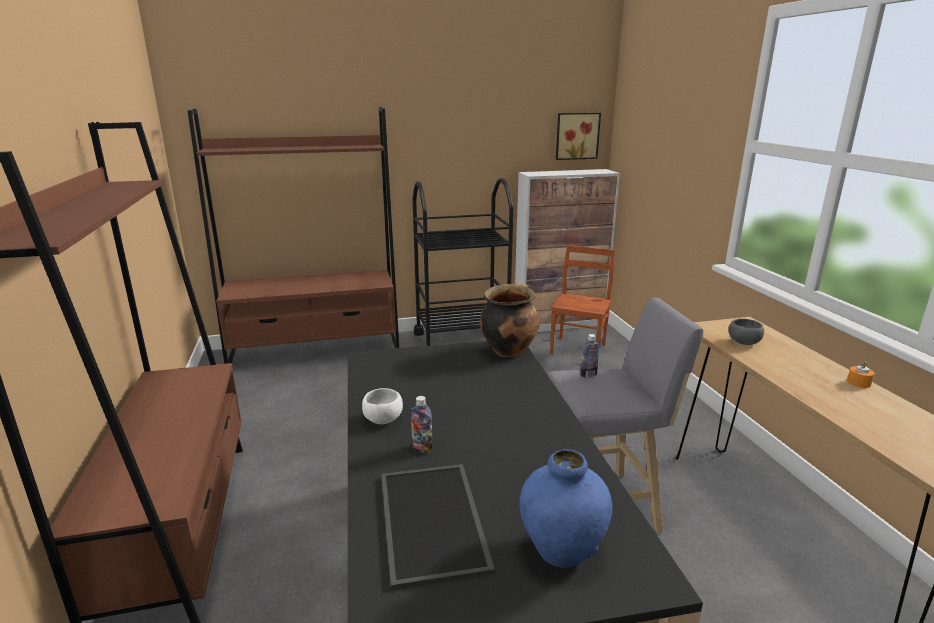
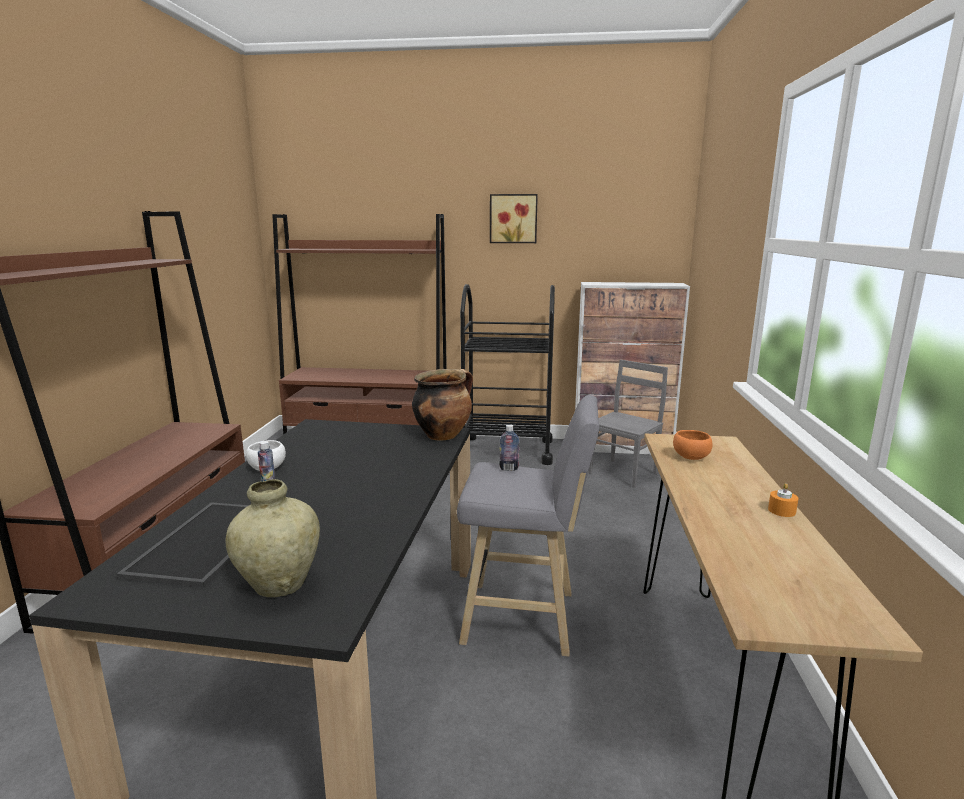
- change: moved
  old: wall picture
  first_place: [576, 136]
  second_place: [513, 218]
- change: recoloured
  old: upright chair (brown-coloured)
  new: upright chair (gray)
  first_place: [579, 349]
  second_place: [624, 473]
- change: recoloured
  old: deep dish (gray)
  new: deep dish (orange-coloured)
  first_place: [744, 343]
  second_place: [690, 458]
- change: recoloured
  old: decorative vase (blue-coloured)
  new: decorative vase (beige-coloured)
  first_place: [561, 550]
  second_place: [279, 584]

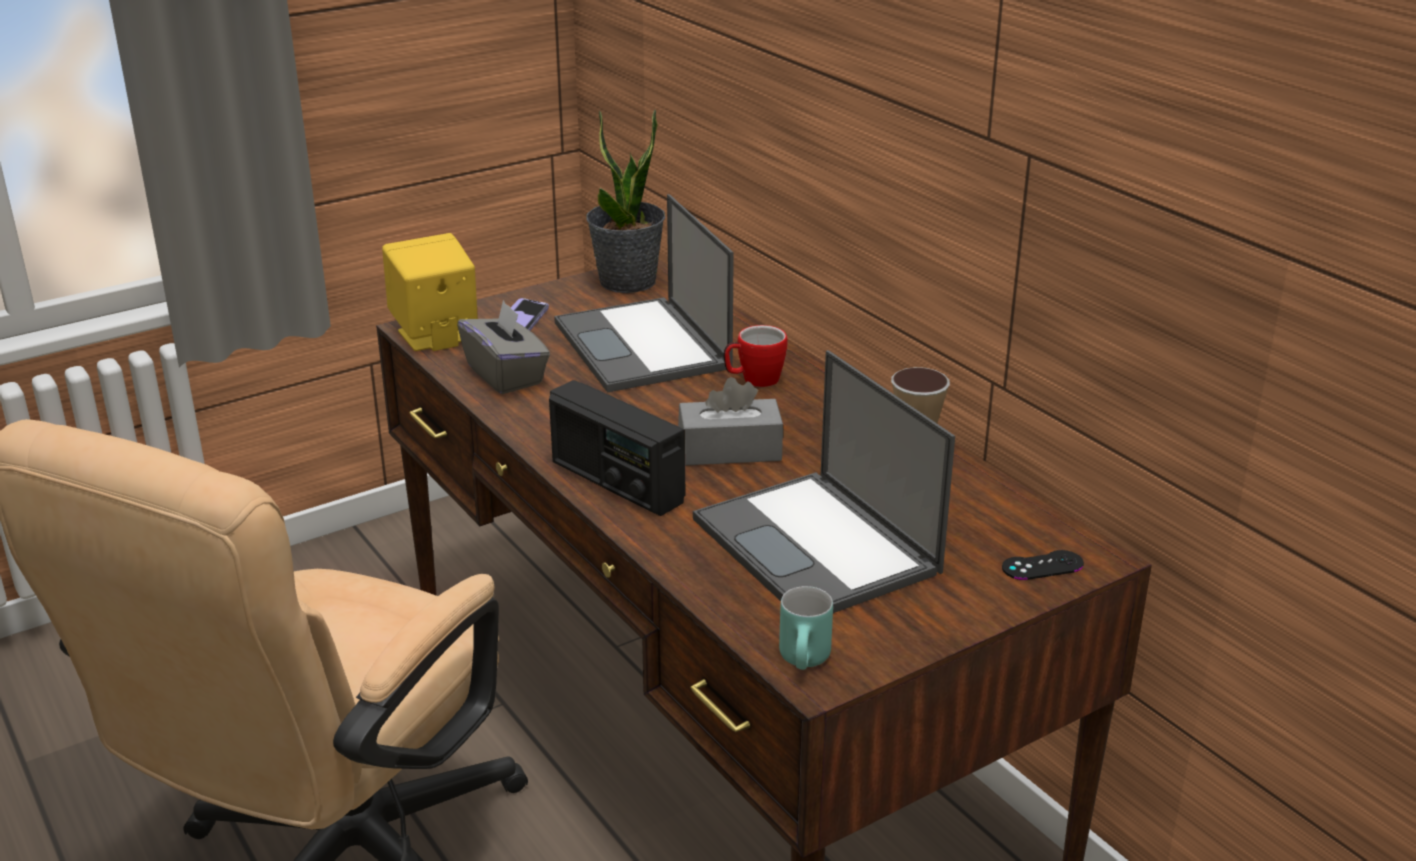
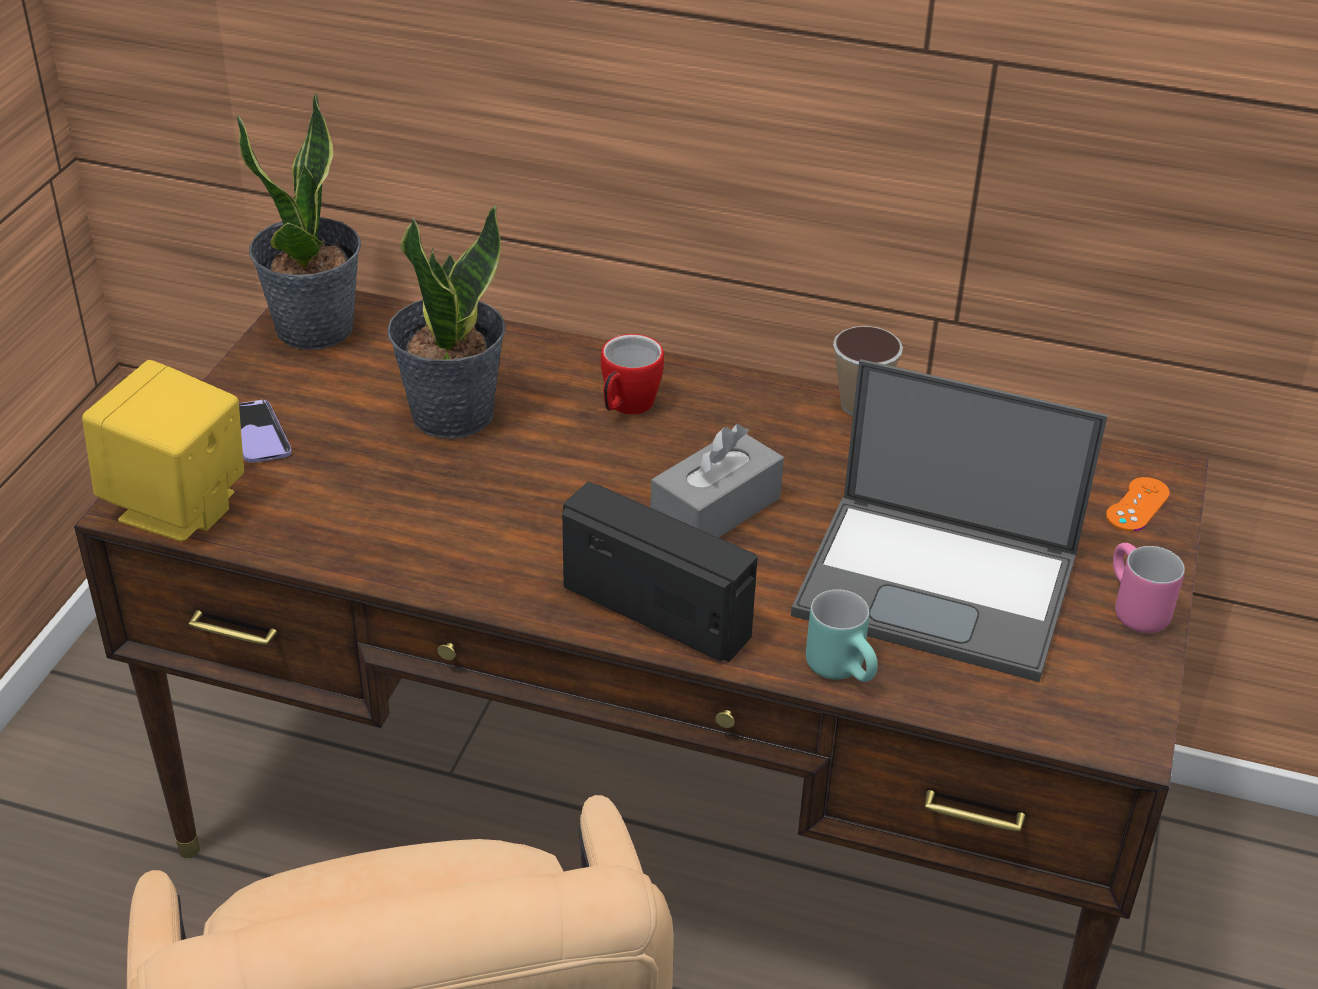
- change: replaced
  old: laptop
  new: plant in a pot
  first_place: [643, 346]
  second_place: [451, 413]
- change: removed
  old: tissue box (gray)
  first_place: [506, 375]
- change: turned
  old: radio set
  first_place: [616, 482]
  second_place: [657, 610]
  degrees: -150
- change: recoloured
  old: gamepad (blackish)
  new: gamepad (orange-coloured)
  first_place: [1042, 566]
  second_place: [1137, 505]
- change: moved
  old: tea mug (turquoise)
  first_place: [807, 662]
  second_place: [845, 670]
- change: added
  new: tea mug (pink-coloured)
  second_place: [1130, 609]

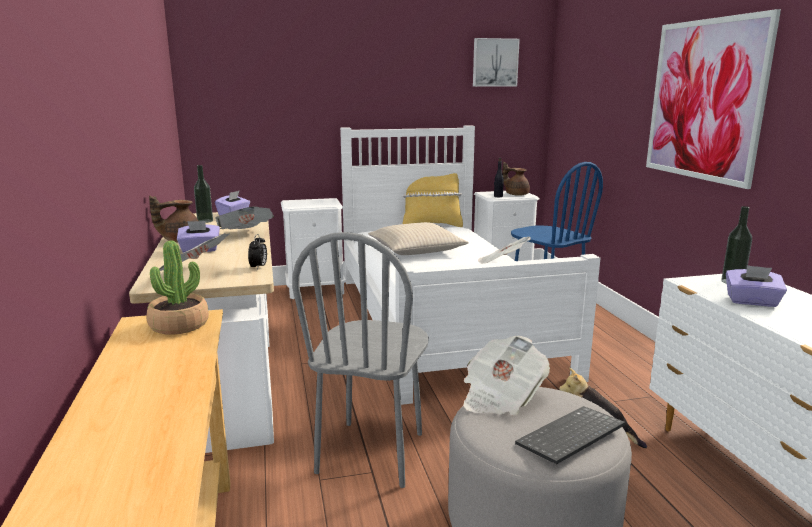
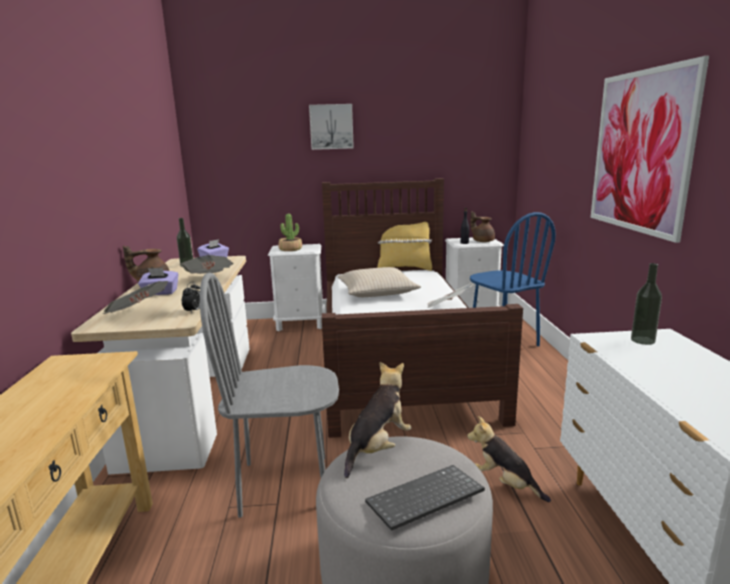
- change: moved
  old: wall picture
  first_place: [494, 62]
  second_place: [331, 127]
- change: recoloured
  old: bedroom bed (white-coloured)
  new: bedroom bed (brown-coloured)
  first_place: [441, 320]
  second_place: [398, 357]
- change: turned
  old: upright chair (gray)
  first_place: [372, 453]
  second_place: [285, 484]
  degrees: 60
- change: moved
  old: plant in a pot
  first_place: [179, 325]
  second_place: [290, 249]
- change: removed
  old: tissue box (purple-coloured)
  first_place: [752, 302]
- change: replaced
  old: printed paper
  new: cuddly toy
  first_place: [500, 397]
  second_place: [378, 448]

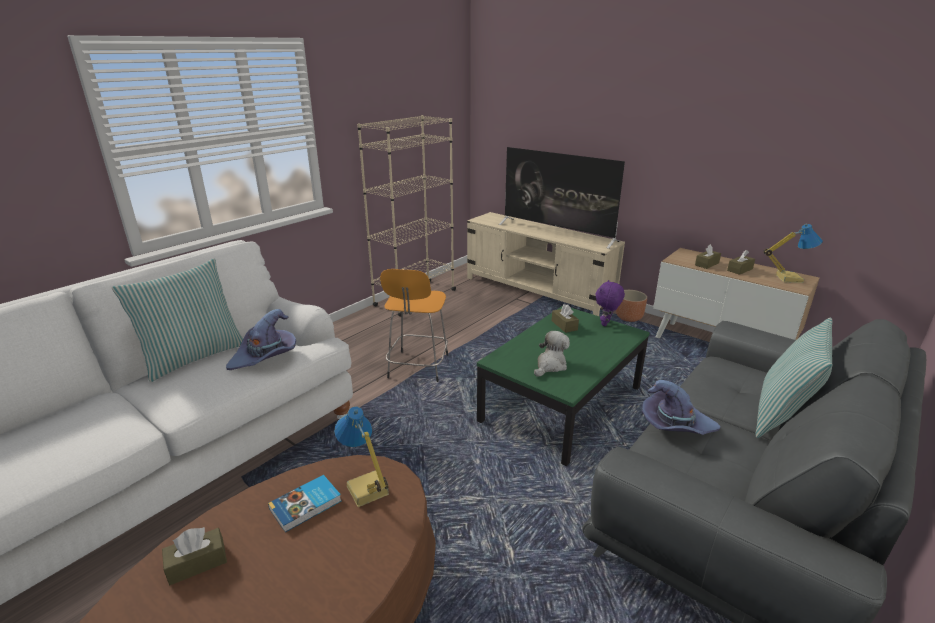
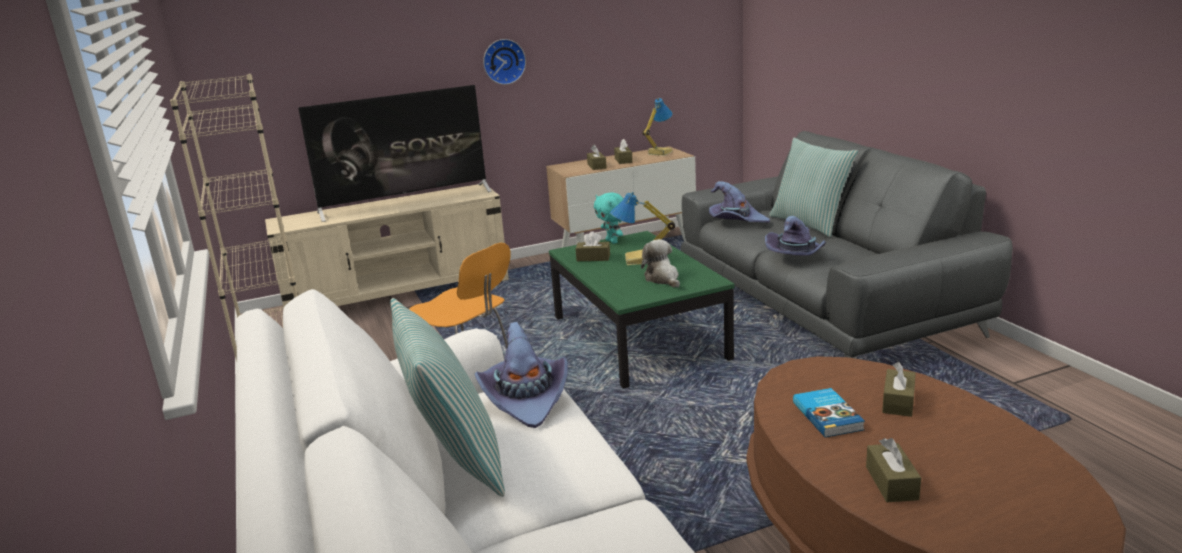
- change: recoloured
  old: cuddly toy (purple-coloured)
  new: cuddly toy (turquoise)
  first_place: [606, 324]
  second_place: [612, 241]
- change: removed
  old: planter (brown-coloured)
  first_place: [629, 318]
- change: moved
  old: table lamp
  first_place: [366, 491]
  second_place: [638, 260]
- change: added
  new: hanging clock
  second_place: [503, 61]
- change: added
  new: clothing hat (purple-coloured)
  second_place: [736, 220]
- change: added
  new: tissue box (brown-coloured)
  second_place: [898, 402]

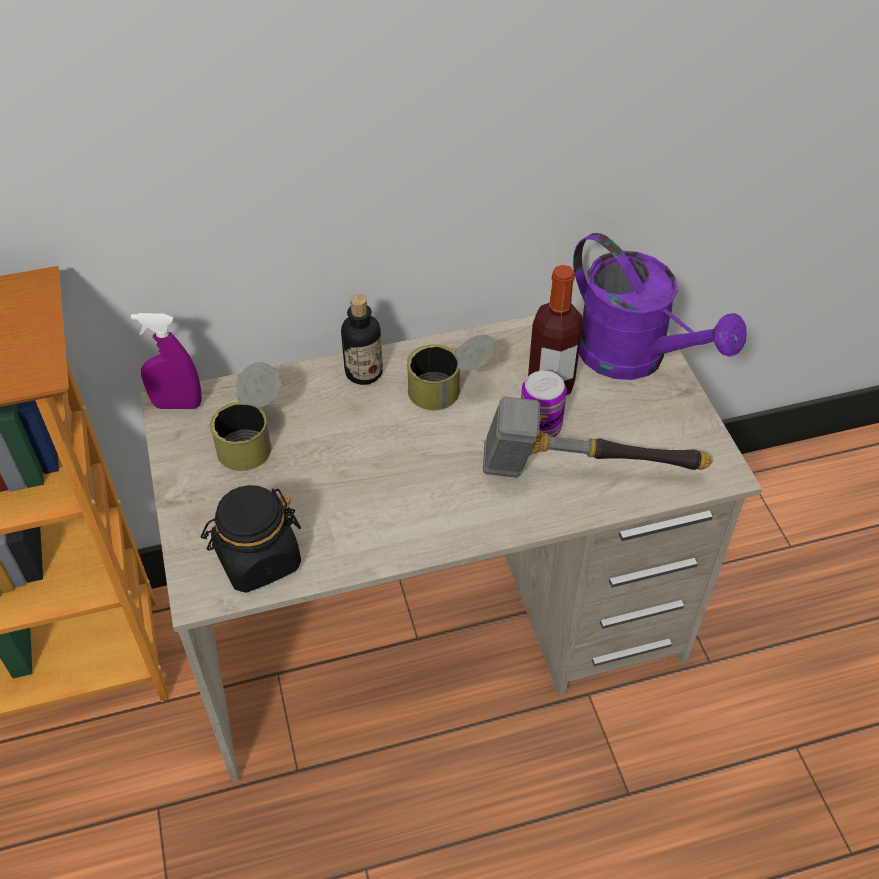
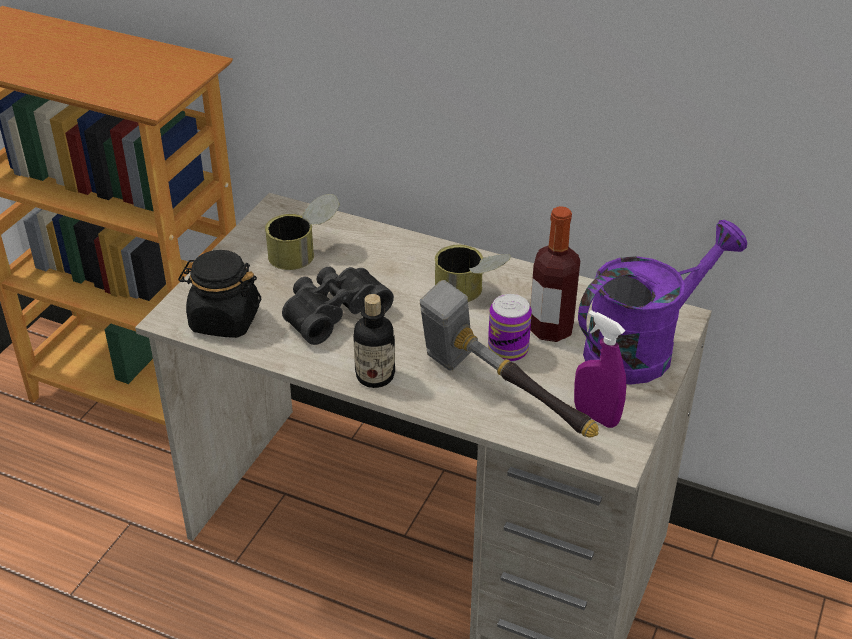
- change: turned
  old: watering can (purple-coloured)
  first_place: [635, 358]
  second_place: [642, 347]
  degrees: -120
- change: moved
  old: beverage bottle
  first_place: [364, 372]
  second_place: [375, 376]
- change: moved
  old: sprayer (purple-coloured)
  first_place: [177, 405]
  second_place: [596, 416]
- change: added
  new: field glasses (blackish)
  second_place: [332, 312]

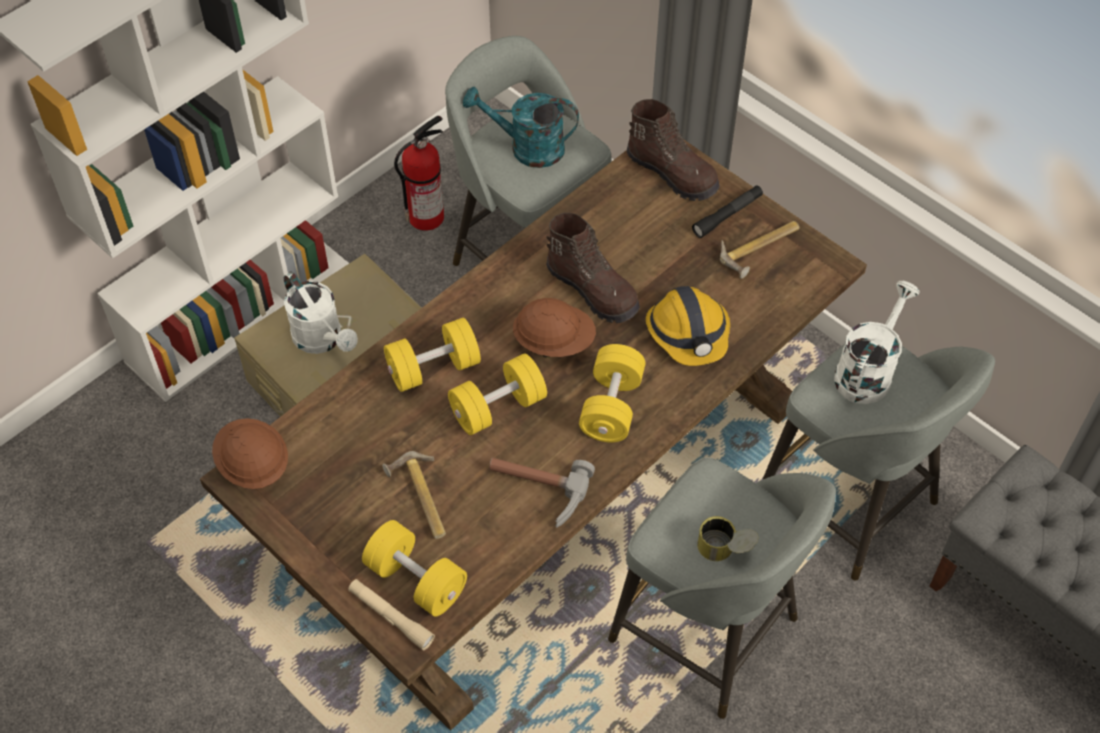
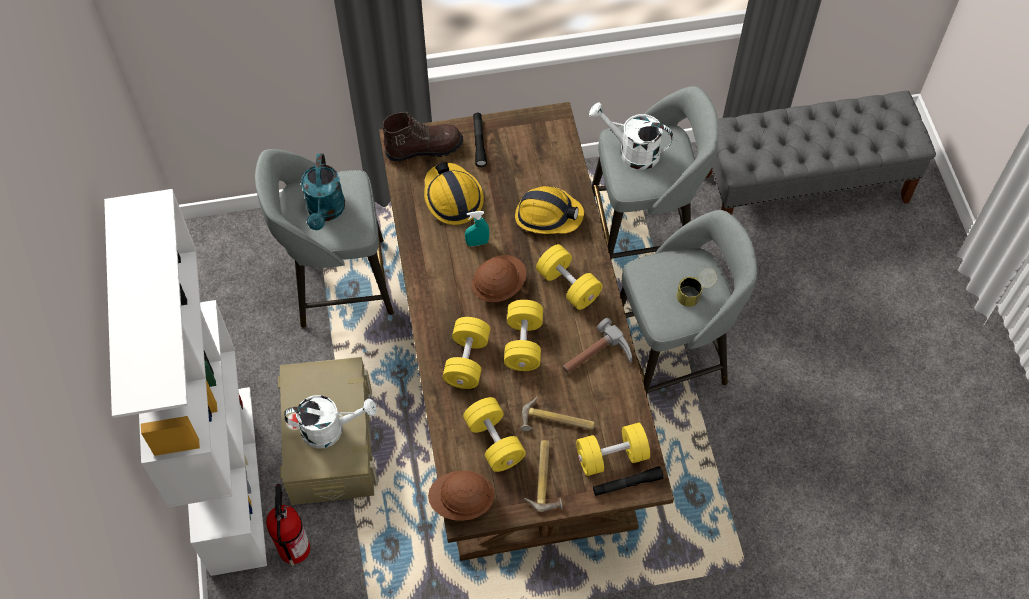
- change: turned
  old: watering can (turquoise)
  first_place: [527, 148]
  second_place: [325, 211]
  degrees: -45
- change: moved
  old: fire-fighting cylinder
  first_place: [427, 216]
  second_place: [294, 547]
- change: replaced
  old: boot (brown-coloured)
  new: sprayer (turquoise)
  first_place: [593, 290]
  second_place: [477, 243]
- change: moved
  old: hammer
  first_place: [761, 249]
  second_place: [546, 477]
- change: turned
  old: watering can (white-coloured)
  first_place: [867, 371]
  second_place: [631, 152]
  degrees: -45
- change: recoloured
  old: torch (beige-coloured)
  new: torch (blackish)
  first_place: [391, 617]
  second_place: [627, 484]
- change: added
  new: hard hat
  second_place: [452, 198]
- change: added
  new: free weight (yellowish)
  second_place: [494, 442]

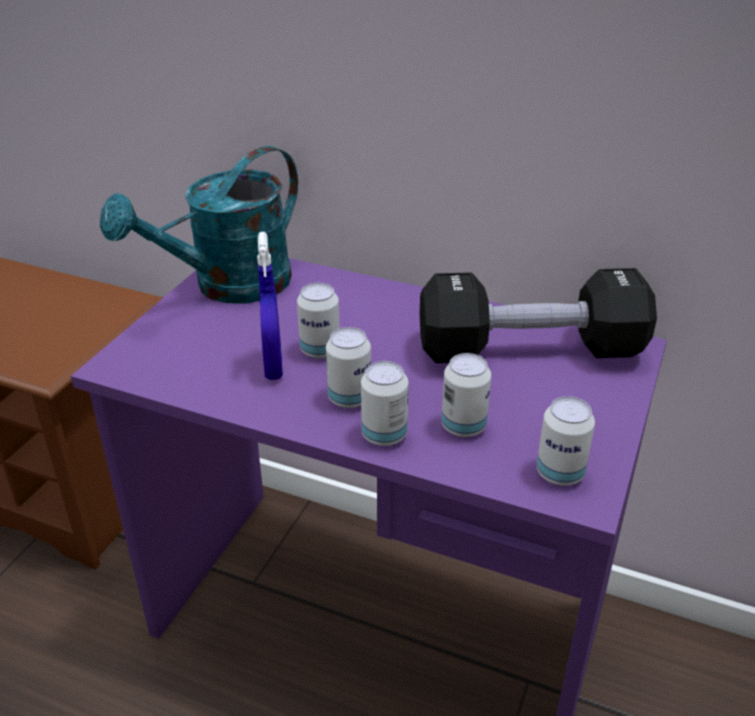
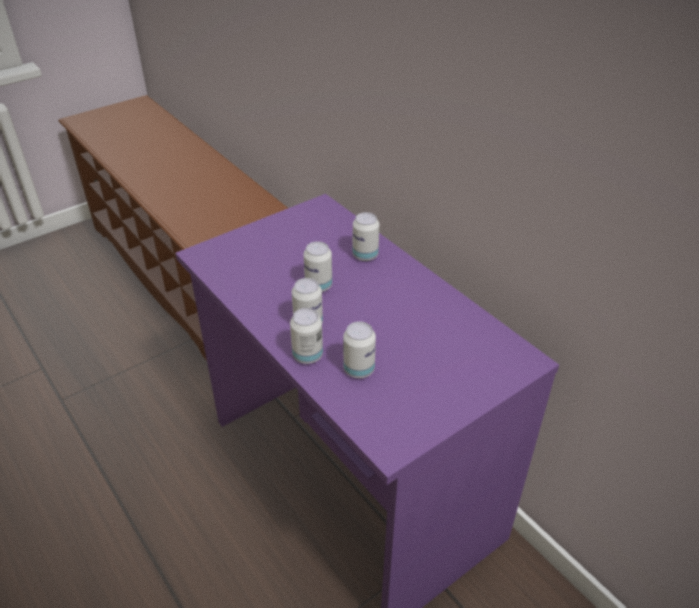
- change: removed
  old: watering can (turquoise)
  first_place: [228, 287]
- change: removed
  old: sprayer (blue-coloured)
  first_place: [273, 366]
- change: removed
  old: free weight (blackish)
  first_place: [530, 350]
- change: moved
  old: sealed can
  first_place: [560, 473]
  second_place: [365, 255]

